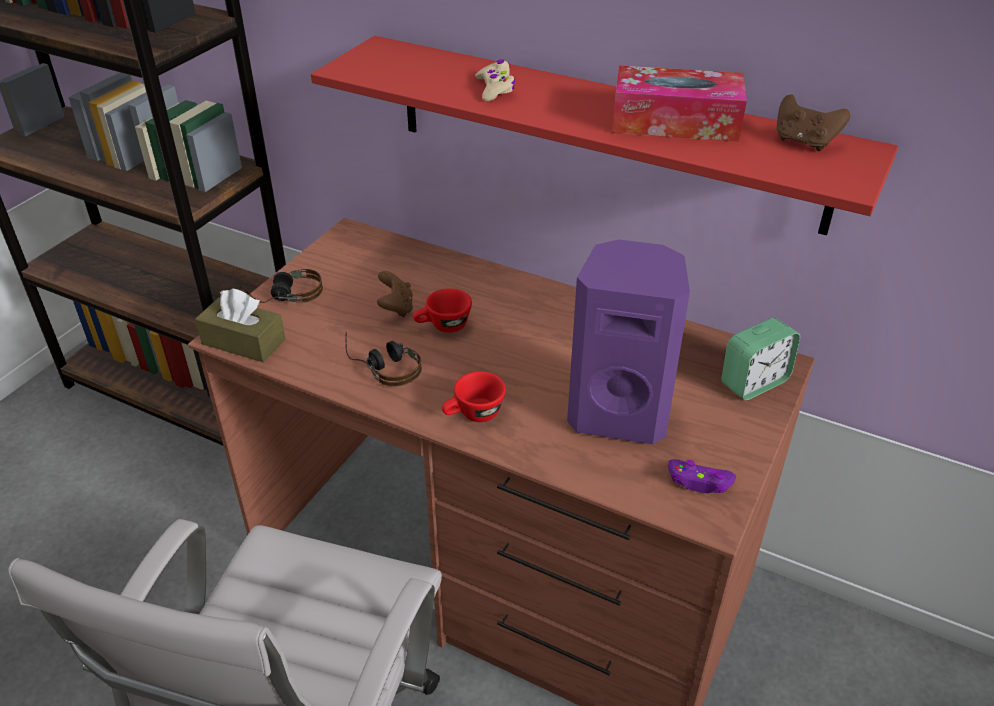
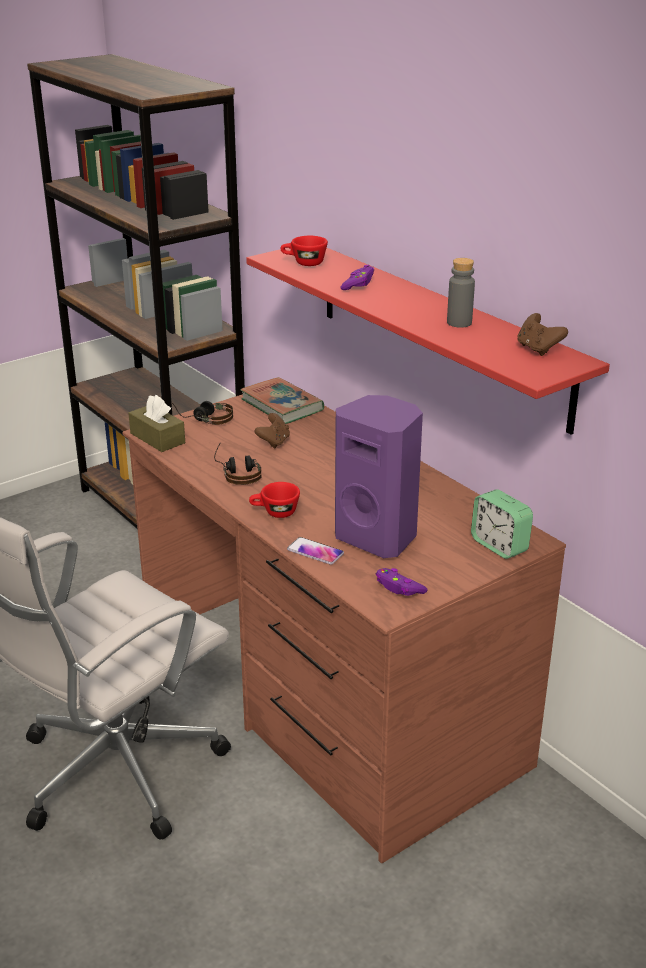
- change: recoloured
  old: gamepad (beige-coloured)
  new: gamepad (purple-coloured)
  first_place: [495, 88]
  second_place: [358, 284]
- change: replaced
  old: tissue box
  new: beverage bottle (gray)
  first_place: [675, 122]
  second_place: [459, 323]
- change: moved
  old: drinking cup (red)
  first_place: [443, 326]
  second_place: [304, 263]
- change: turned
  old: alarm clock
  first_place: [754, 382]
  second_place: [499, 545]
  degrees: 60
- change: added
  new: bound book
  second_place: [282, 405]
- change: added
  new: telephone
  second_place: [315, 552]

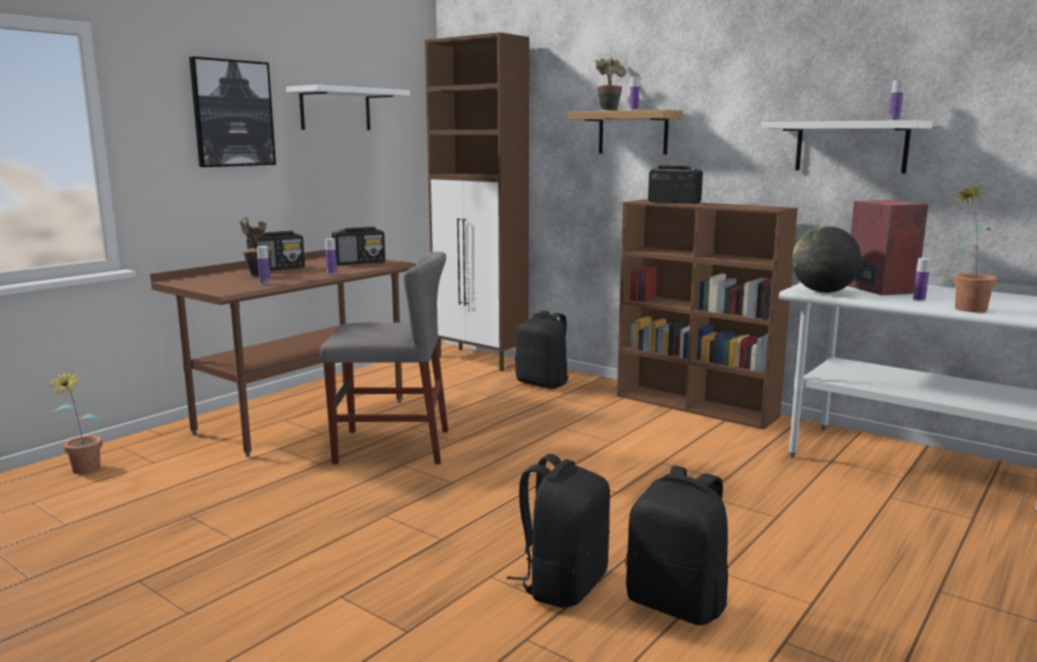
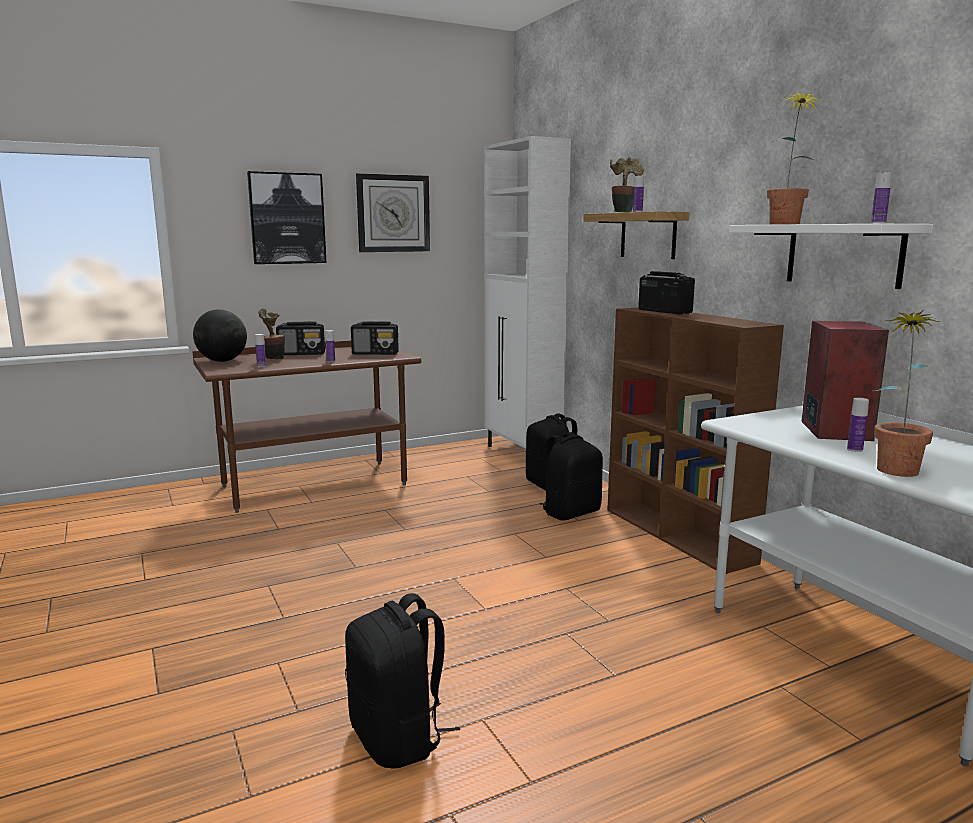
- change: recoloured
  old: cabinet (brown-coloured)
  new: cabinet (white-coloured)
  first_place: [481, 360]
  second_place: [522, 455]
- change: replaced
  old: wall shelf (white-coloured)
  new: hanging clock
  first_place: [335, 109]
  second_place: [393, 213]
- change: moved
  old: desk globe
  first_place: [823, 292]
  second_place: [222, 361]
- change: removed
  old: upright chair (gray)
  first_place: [392, 446]
- change: moved
  old: plant in a pot
  first_place: [83, 472]
  second_place: [785, 224]
- change: moved
  old: knapsack (blackish)
  first_place: [563, 585]
  second_place: [571, 512]

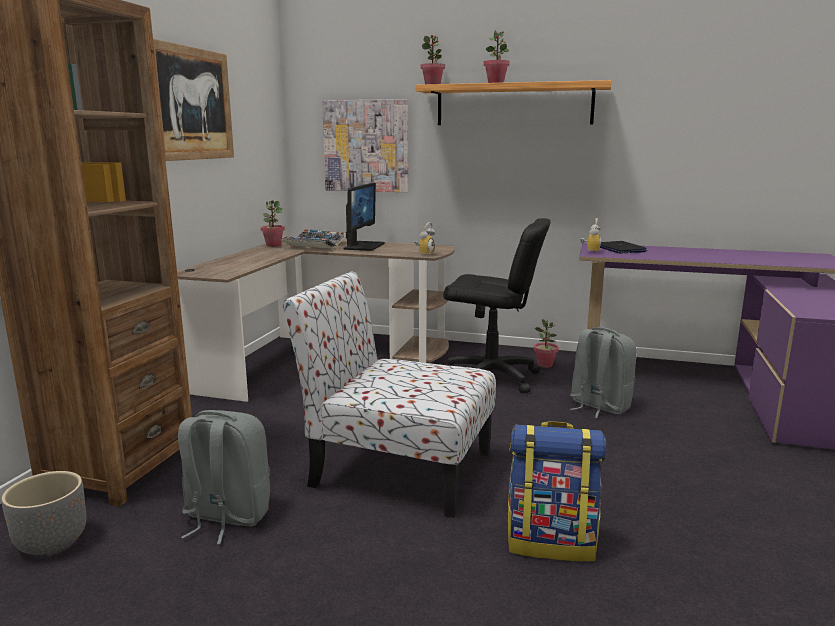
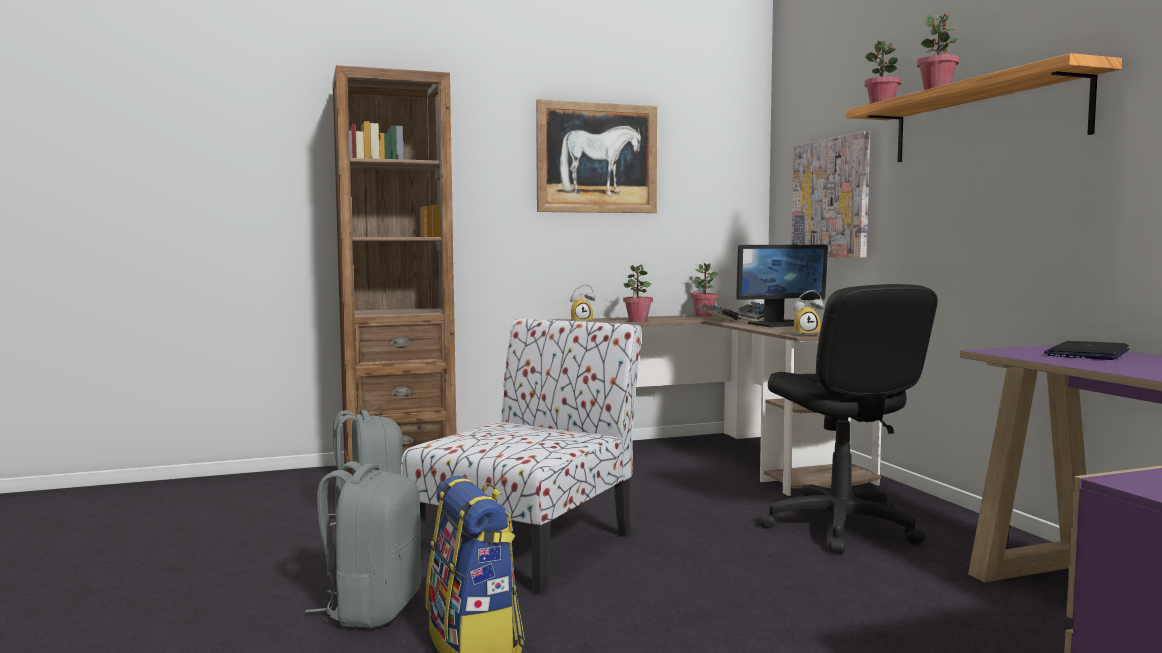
- change: moved
  old: alarm clock
  first_place: [590, 252]
  second_place: [581, 322]
- change: turned
  old: upright chair
  first_place: [397, 468]
  second_place: [530, 546]
  degrees: 45
- change: moved
  old: plant in a pot
  first_place: [545, 365]
  second_place: [637, 321]
- change: moved
  old: knapsack (gray)
  first_place: [599, 406]
  second_place: [372, 609]
- change: removed
  old: planter (gray)
  first_place: [52, 541]

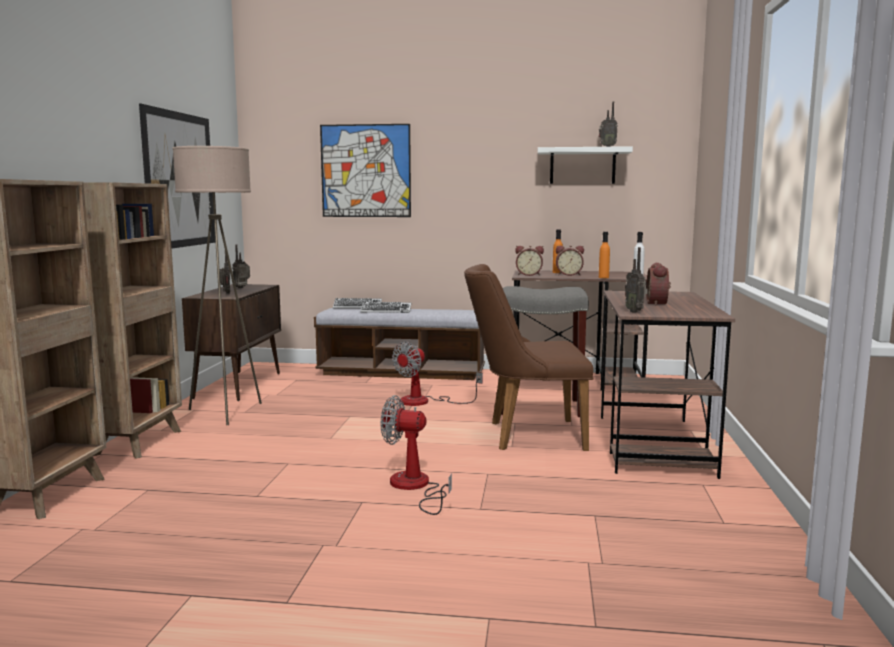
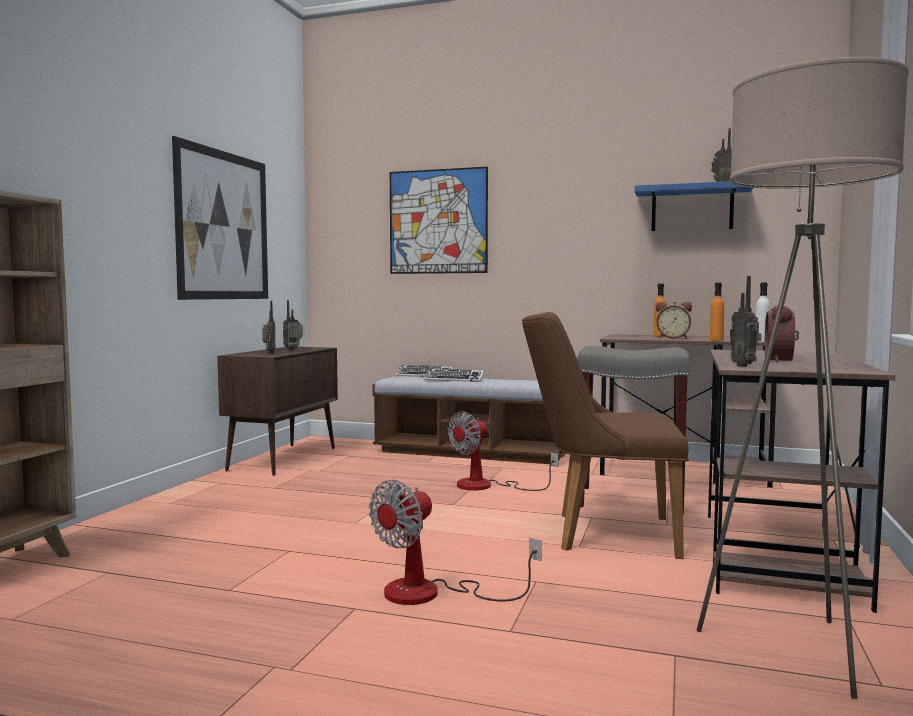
- change: moved
  old: floor lamp (beige-coloured)
  first_place: [226, 412]
  second_place: [791, 648]
- change: recoloured
  old: wall shelf (white-coloured)
  new: wall shelf (blue-coloured)
  first_place: [582, 166]
  second_place: [692, 209]
- change: removed
  old: shelving unit (brown-coloured)
  first_place: [140, 442]
- change: removed
  old: alarm clock
  first_place: [529, 275]
- change: turned
  old: fan
  first_place: [415, 487]
  second_place: [432, 593]
  degrees: -75

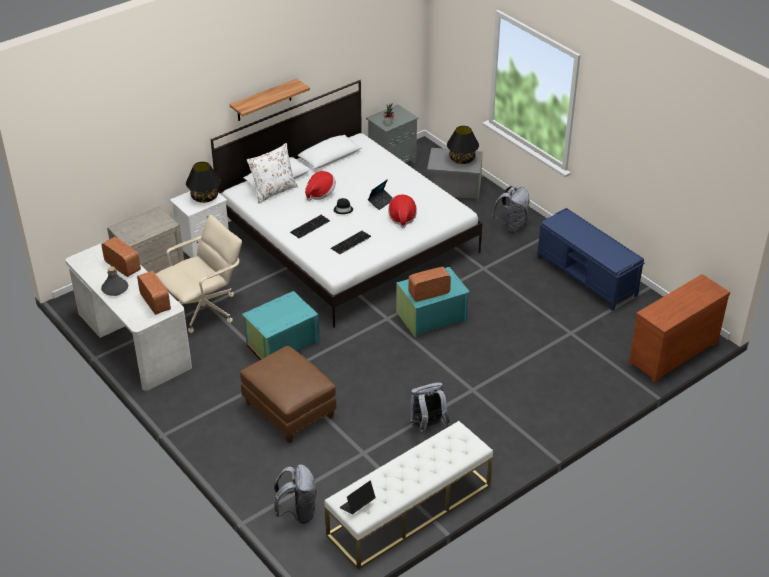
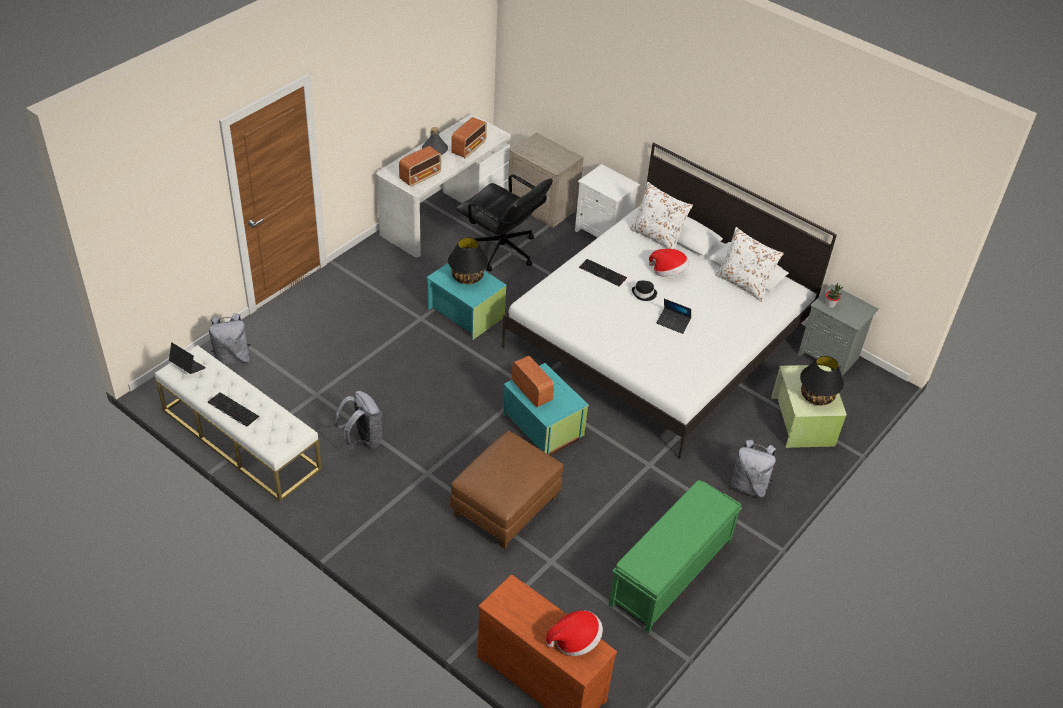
- change: removed
  old: wall shelf
  first_place: [264, 100]
- change: recoloured
  old: storage box (gray)
  new: storage box (green-coloured)
  first_place: [454, 188]
  second_place: [803, 421]
- change: moved
  old: table lamp (blackish)
  first_place: [205, 197]
  second_place: [468, 277]
- change: moved
  old: clothing hat
  first_place: [402, 217]
  second_place: [575, 641]
- change: recoloured
  old: indoor bench (blue-coloured)
  new: indoor bench (green-coloured)
  first_place: [587, 277]
  second_place: [670, 573]
- change: recoloured
  old: desk chair (beige-coloured)
  new: desk chair (blackish)
  first_place: [205, 310]
  second_place: [502, 251]
- change: moved
  old: keyboard
  first_place: [351, 243]
  second_place: [232, 409]
- change: moved
  old: ottoman (brown-coloured)
  first_place: [288, 410]
  second_place: [505, 505]
- change: added
  new: cushion (white-coloured)
  second_place: [744, 284]

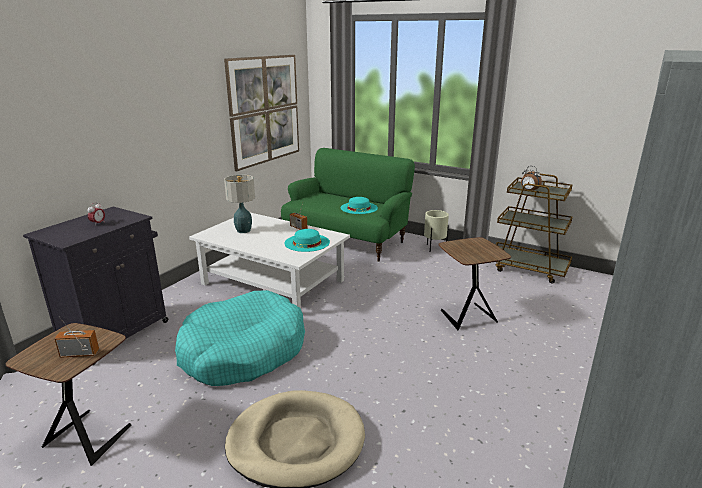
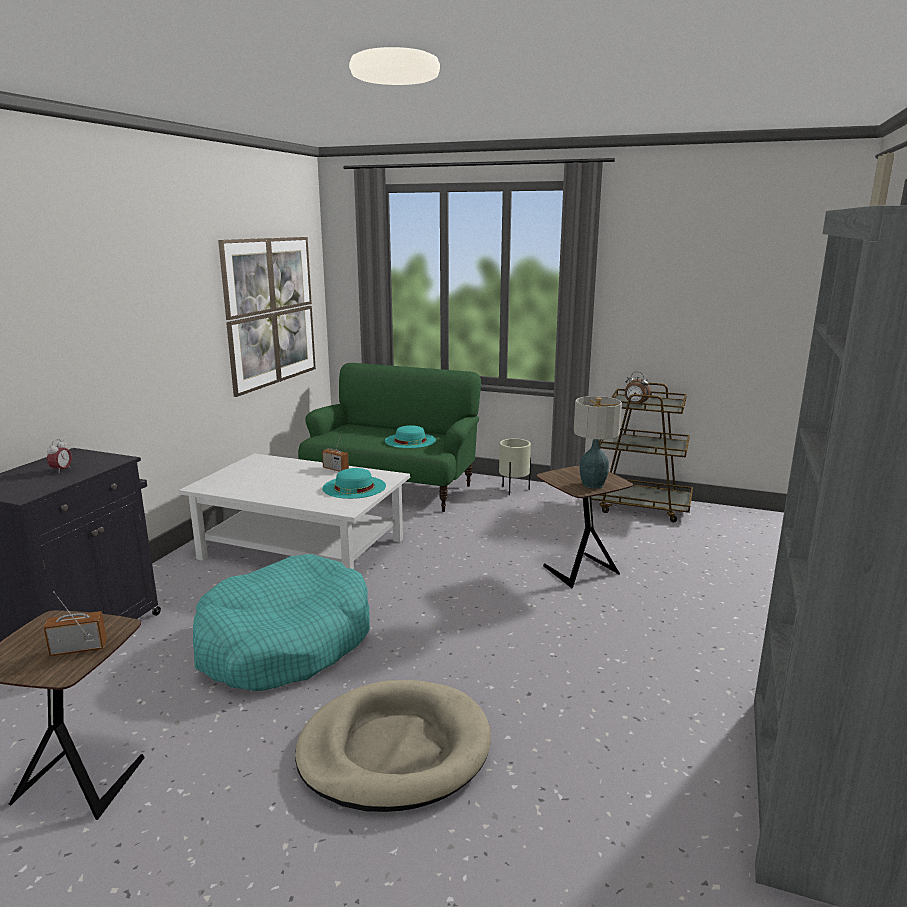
- change: moved
  old: table lamp
  first_place: [243, 231]
  second_place: [592, 485]

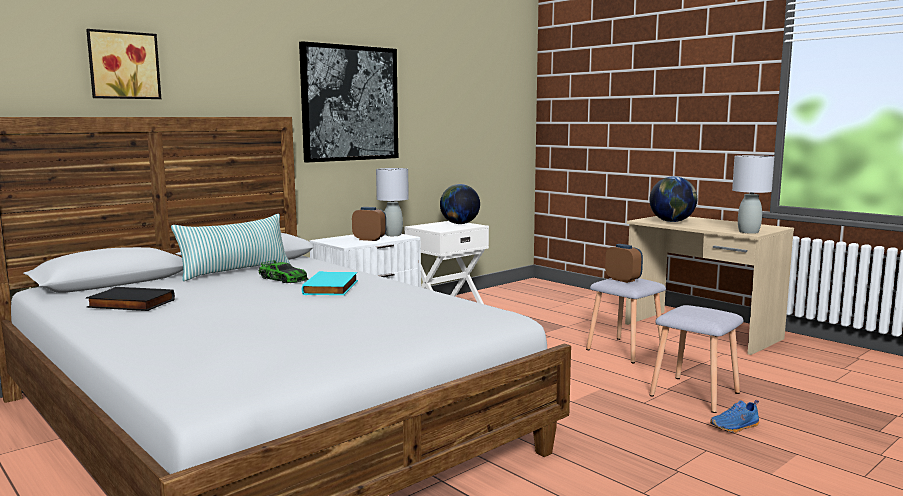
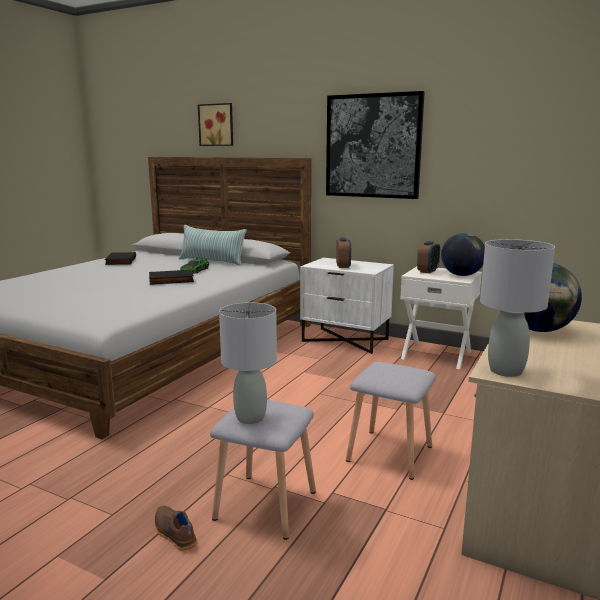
- change: moved
  old: table lamp (gray)
  first_place: [393, 235]
  second_place: [250, 417]
- change: moved
  old: alarm clock
  first_place: [623, 280]
  second_place: [428, 271]
- change: recoloured
  old: bound book (turquoise)
  new: bound book (blackish)
  first_place: [332, 288]
  second_place: [171, 280]
- change: recoloured
  old: low shoe (blue-coloured)
  new: low shoe (brown-coloured)
  first_place: [735, 427]
  second_place: [174, 534]

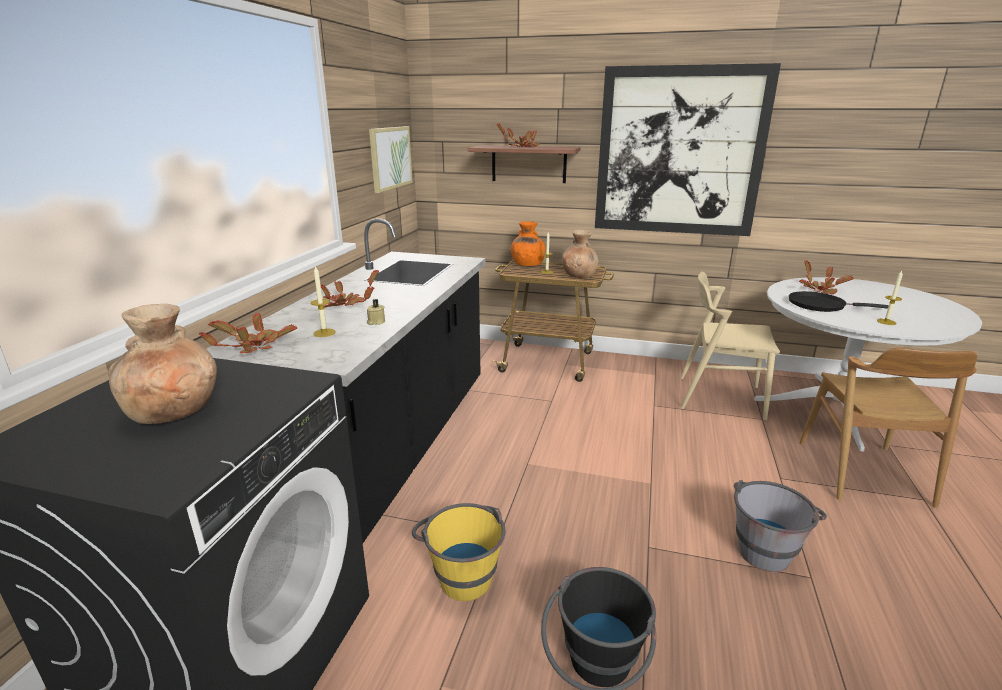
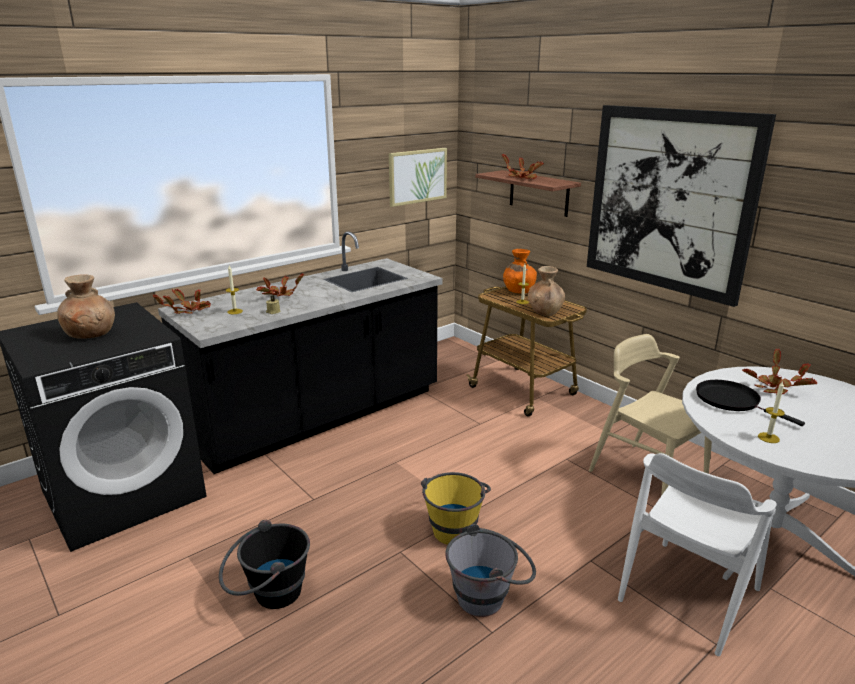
- change: recoloured
  old: upright chair (brown-coloured)
  new: upright chair (white-coloured)
  first_place: [862, 473]
  second_place: [687, 595]
- change: moved
  old: bucket (yellowish)
  first_place: [461, 572]
  second_place: [454, 526]

